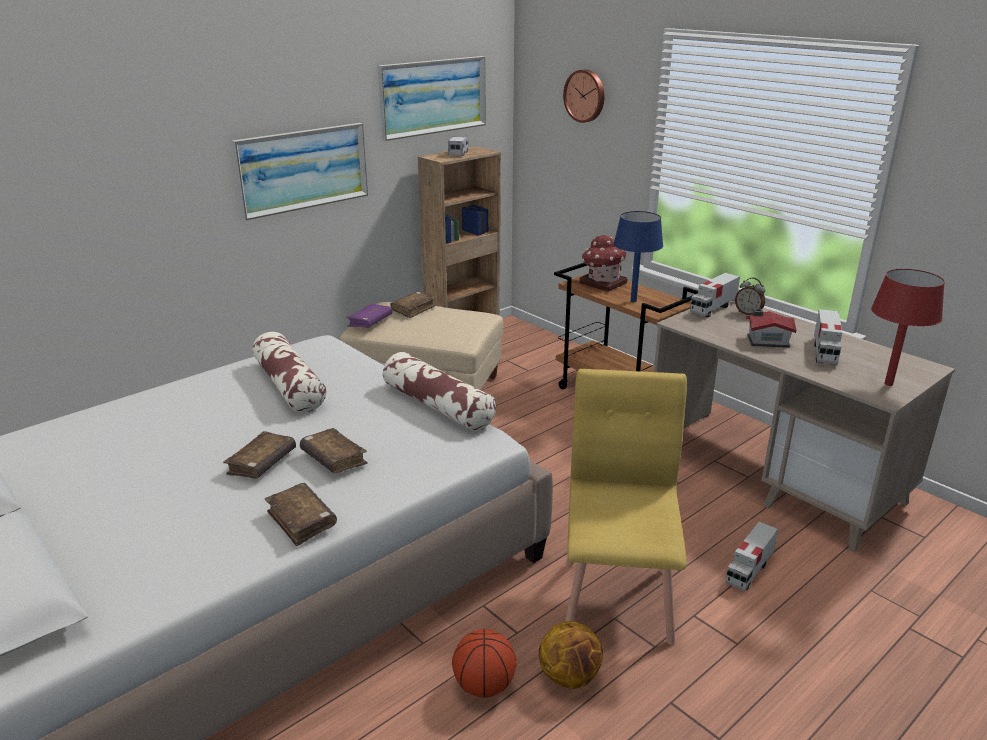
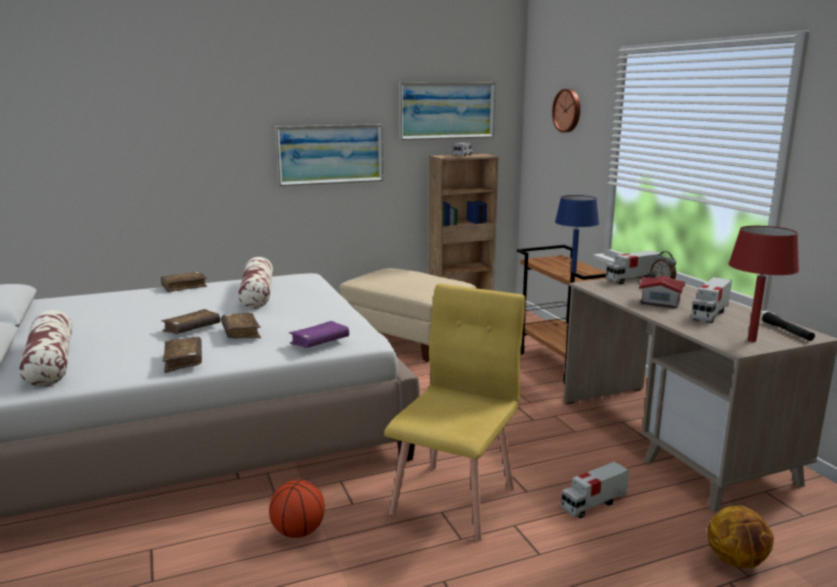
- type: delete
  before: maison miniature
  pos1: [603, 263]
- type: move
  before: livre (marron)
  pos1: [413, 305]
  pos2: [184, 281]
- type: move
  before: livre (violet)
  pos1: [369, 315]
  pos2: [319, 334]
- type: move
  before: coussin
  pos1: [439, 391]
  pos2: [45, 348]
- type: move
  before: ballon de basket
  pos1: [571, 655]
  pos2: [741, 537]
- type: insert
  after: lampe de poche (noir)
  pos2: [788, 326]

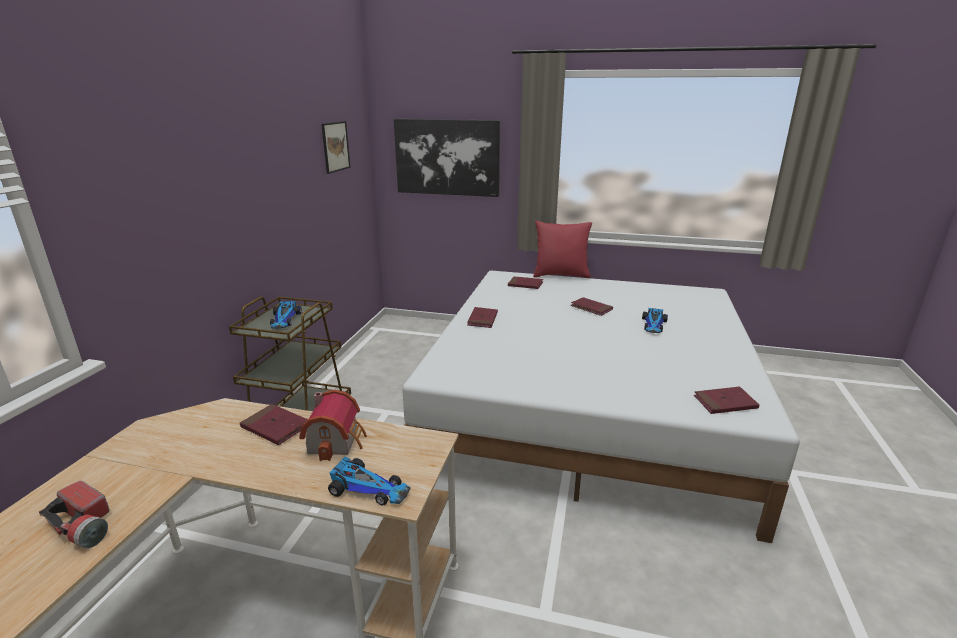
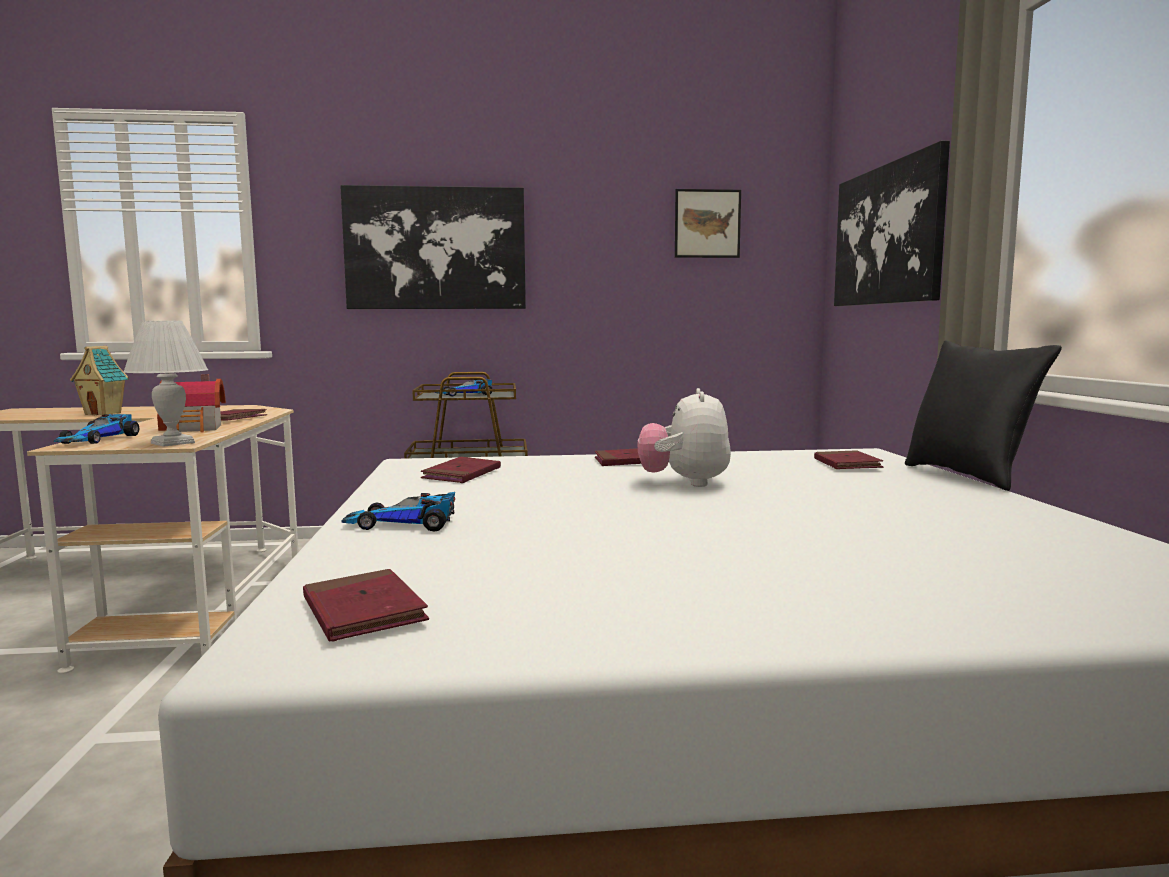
- type: recolor
  before: coussin (rouge)
  after: coussin (noir)
  pos1: [562, 249]
  pos2: [983, 415]
- type: move
  before: livre (rouge)
  pos1: [592, 306]
  pos2: [461, 470]
- type: move
  before: petite voiture
  pos1: [655, 320]
  pos2: [398, 512]
- type: replace
  before: lampe de poche
  after: maison miniature
  pos1: [74, 514]
  pos2: [99, 380]
- type: insert
  after: tableau
  pos2: [433, 247]
- type: insert
  after: lampe de table (blanc)
  pos2: [166, 384]
- type: insert
  after: peluche
  pos2: [684, 437]

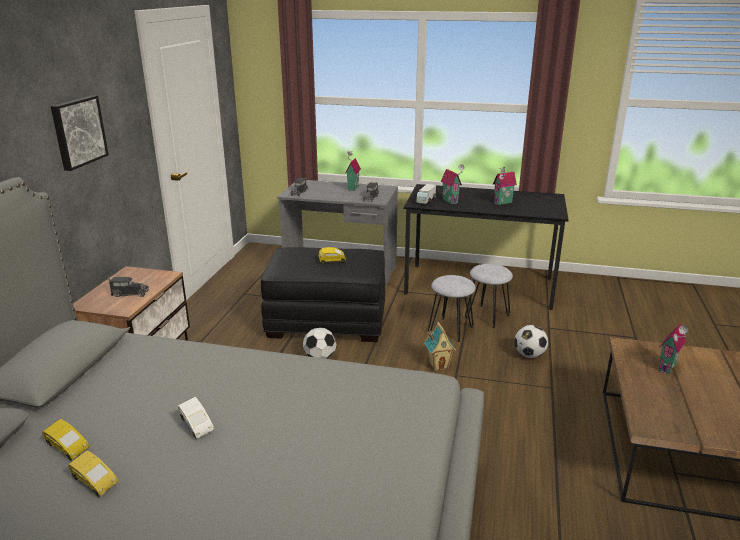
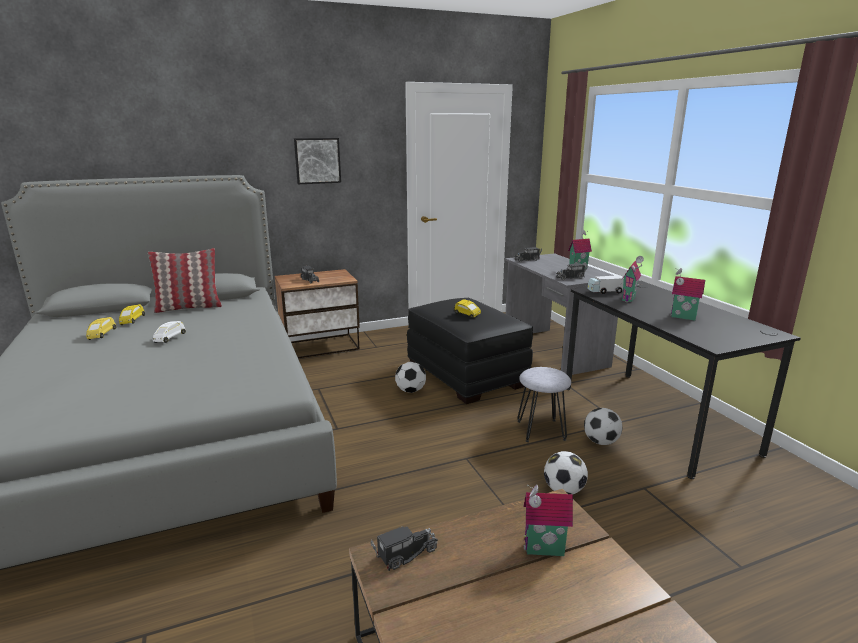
- type: replace
  before: tabouret (gris)
  after: ballon de foot
  pos1: [489, 296]
  pos2: [603, 426]
- type: delete
  before: maison miniature
  pos1: [440, 346]
- type: insert
  after: coussin
  pos2: [185, 280]
- type: insert
  after: camion jouet
  pos2: [404, 548]

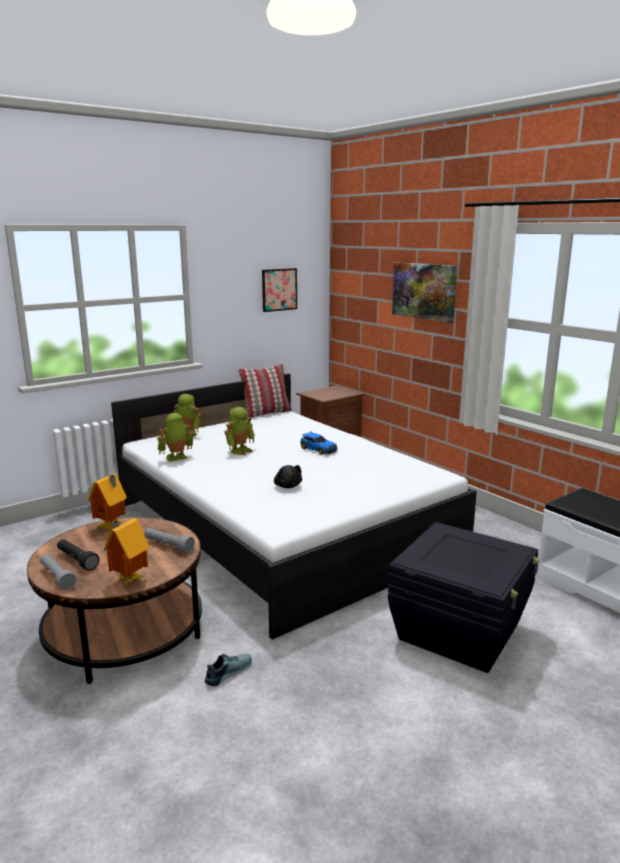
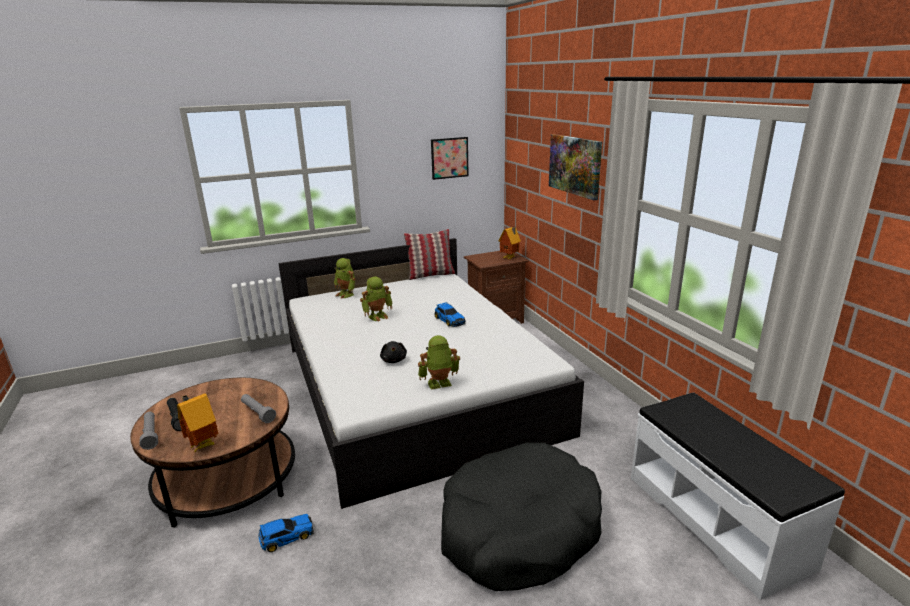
- type: move
  before: robot jouet
  pos1: [175, 437]
  pos2: [439, 362]
- type: move
  before: maison miniature
  pos1: [107, 502]
  pos2: [510, 242]
- type: replace
  before: boîte de rangement (noir)
  after: panier pour chien (noir)
  pos1: [463, 597]
  pos2: [521, 517]
- type: replace
  before: chaussure
  after: petite voiture
  pos1: [228, 669]
  pos2: [286, 533]

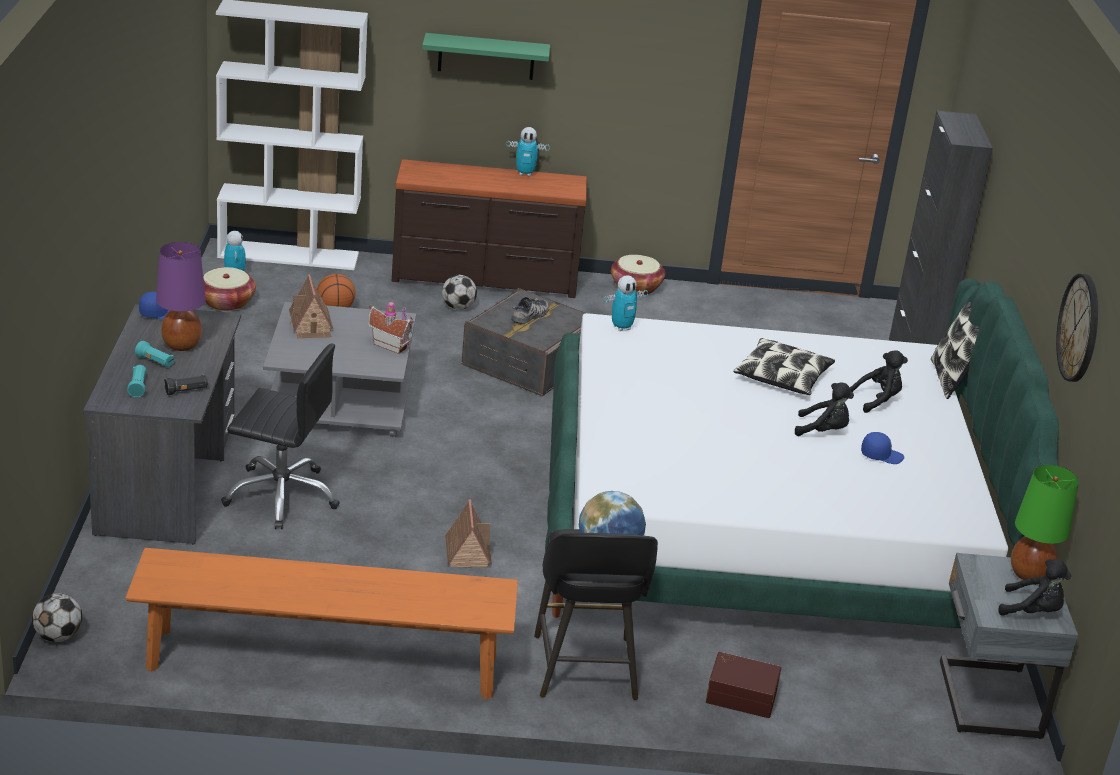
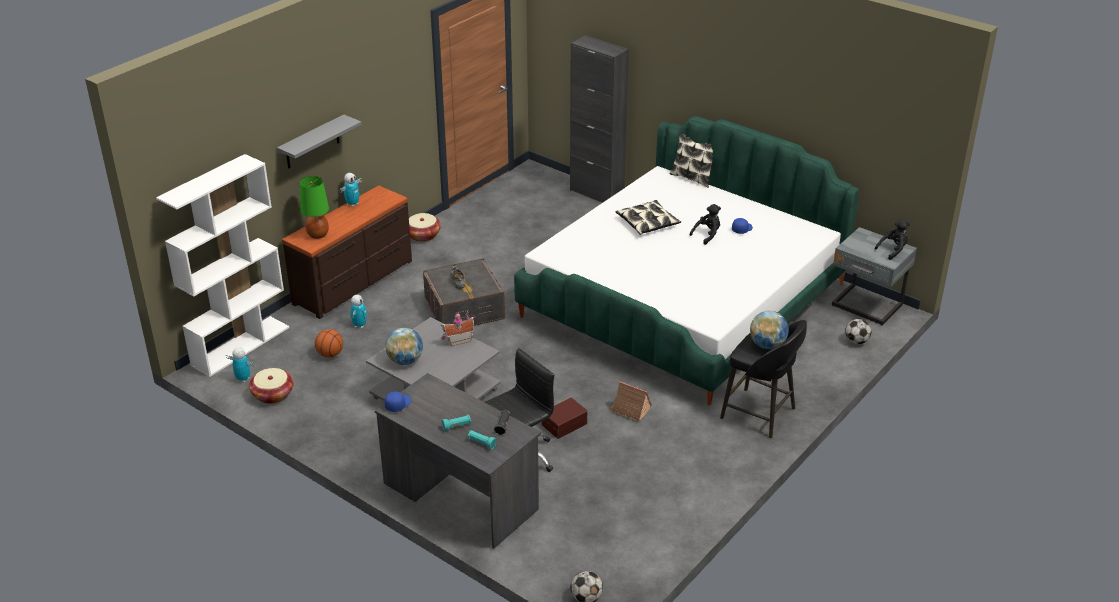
- type: recolor
  before: étagère (vert)
  after: étagère (gris)
  pos1: [486, 56]
  pos2: [319, 141]
- type: delete
  before: lampe de table (violet)
  pos1: [181, 296]
- type: replace
  before: maison miniature
  after: globe
  pos1: [311, 306]
  pos2: [404, 346]
- type: delete
  before: horloge murale
  pos1: [1077, 328]
- type: move
  before: ballon de foot
  pos1: [459, 292]
  pos2: [858, 331]
- type: move
  before: robot jouet
  pos1: [625, 303]
  pos2: [359, 311]
- type: delete
  before: peluche (noir)
  pos1: [879, 381]
- type: move
  before: lampe de table (vert)
  pos1: [1045, 522]
  pos2: [314, 207]
- type: delete
  before: banc (orange)
  pos1: [321, 624]
- type: move
  before: boîte de rangement (marron)
  pos1: [743, 685]
  pos2: [564, 418]

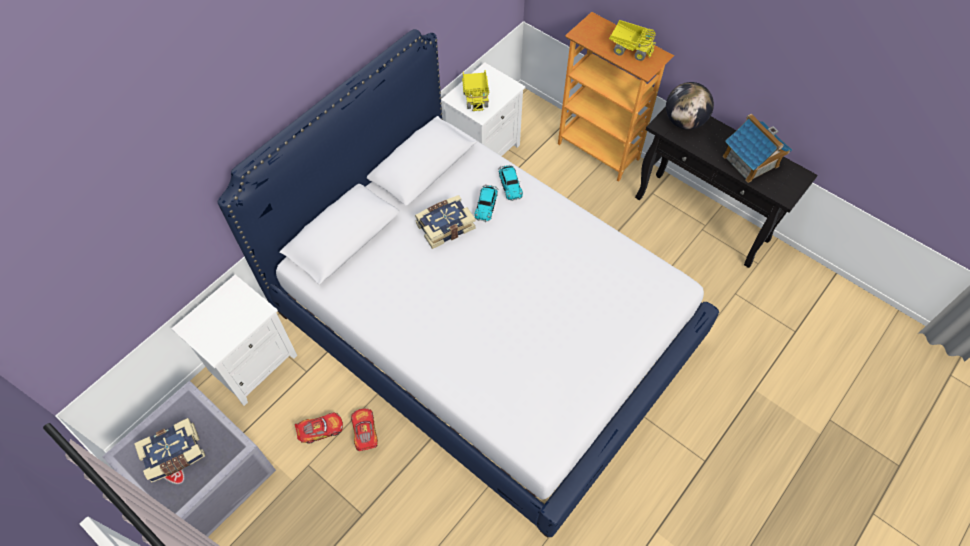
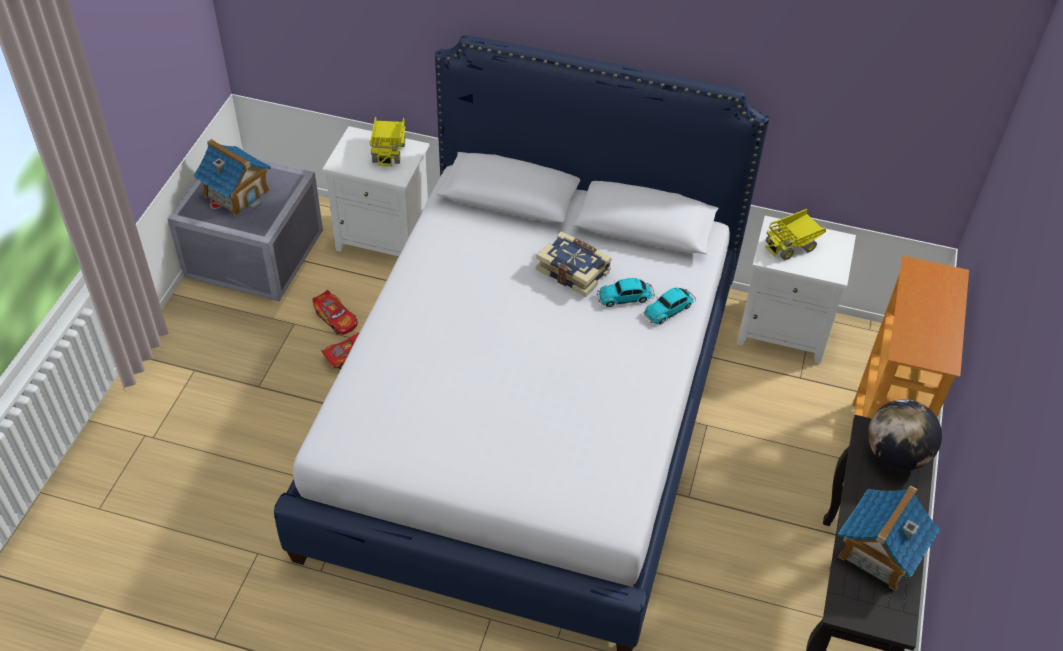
- type: move
  before: camion jouet
  pos1: [632, 40]
  pos2: [387, 141]
- type: replace
  before: livre
  after: maison miniature
  pos1: [170, 450]
  pos2: [232, 177]

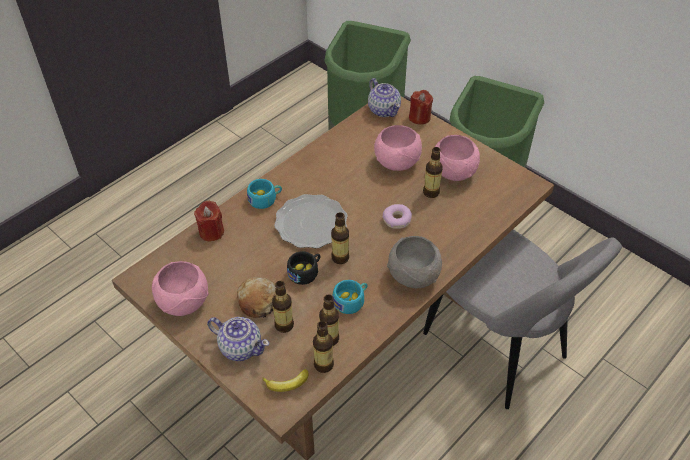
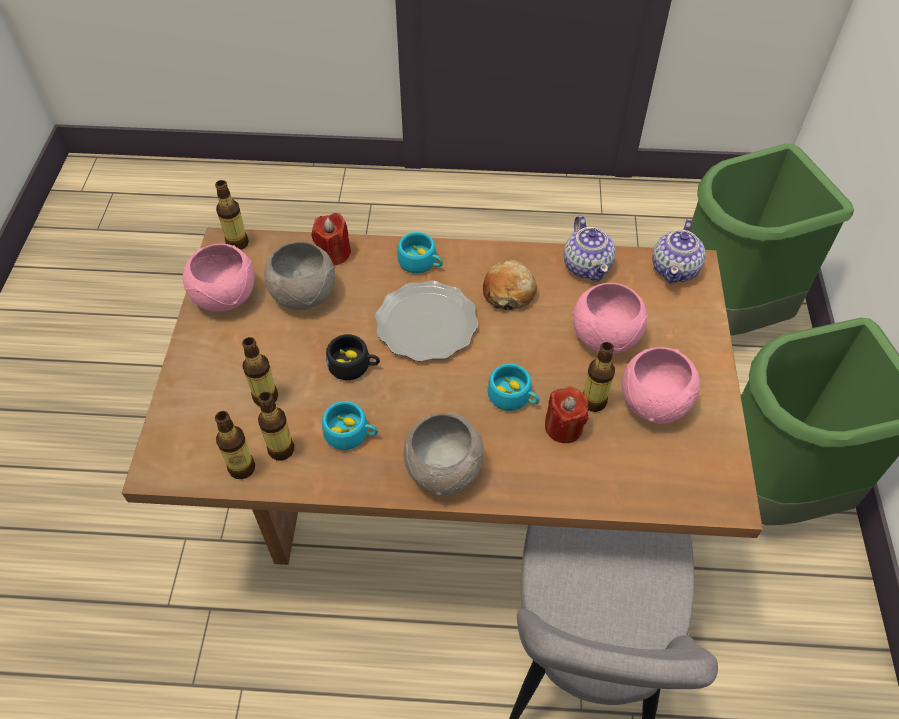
- type: move
  before: bougie (rouge)
  pos1: [421, 107]
  pos2: [567, 414]
- type: replace
  before: beignet
  after: tasse (turquoise)
  pos1: [397, 216]
  pos2: [513, 387]
- type: move
  before: bouteille
  pos1: [340, 238]
  pos2: [232, 215]
- type: move
  before: pain
  pos1: [256, 297]
  pos2: [510, 285]
- type: move
  before: théière
  pos1: [238, 339]
  pos2: [590, 248]
- type: delete
  before: banane
  pos1: [285, 380]
- type: insert
  after: bol (gris)
  pos2: [299, 275]

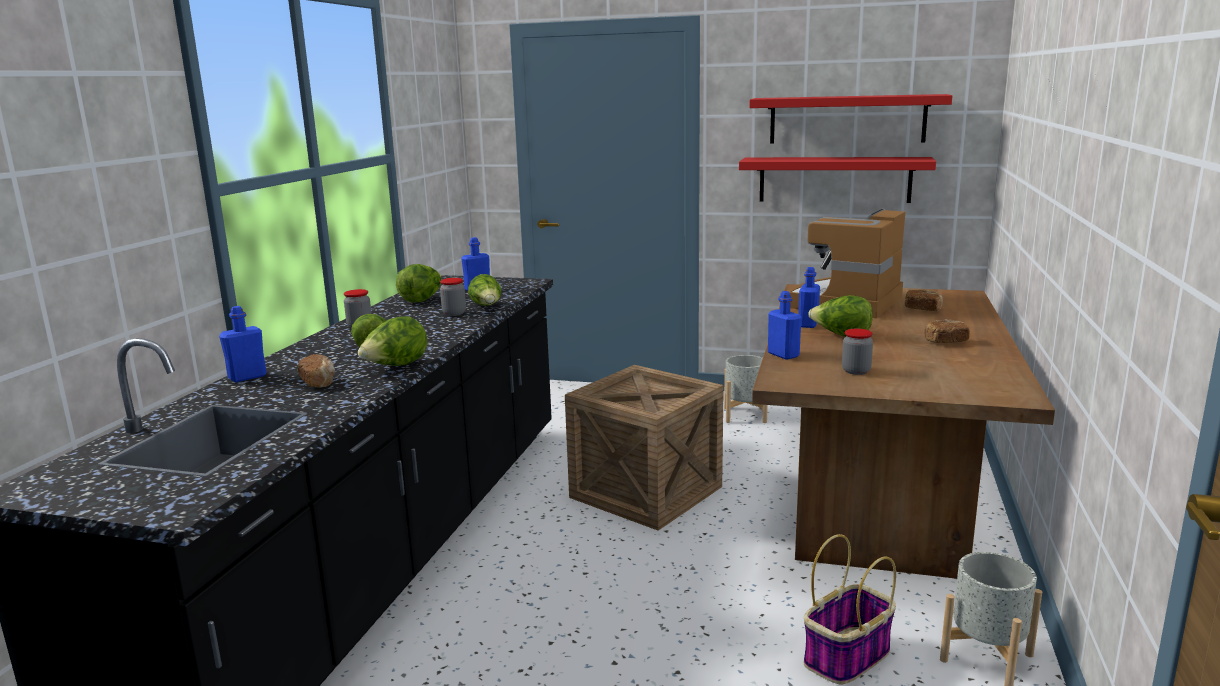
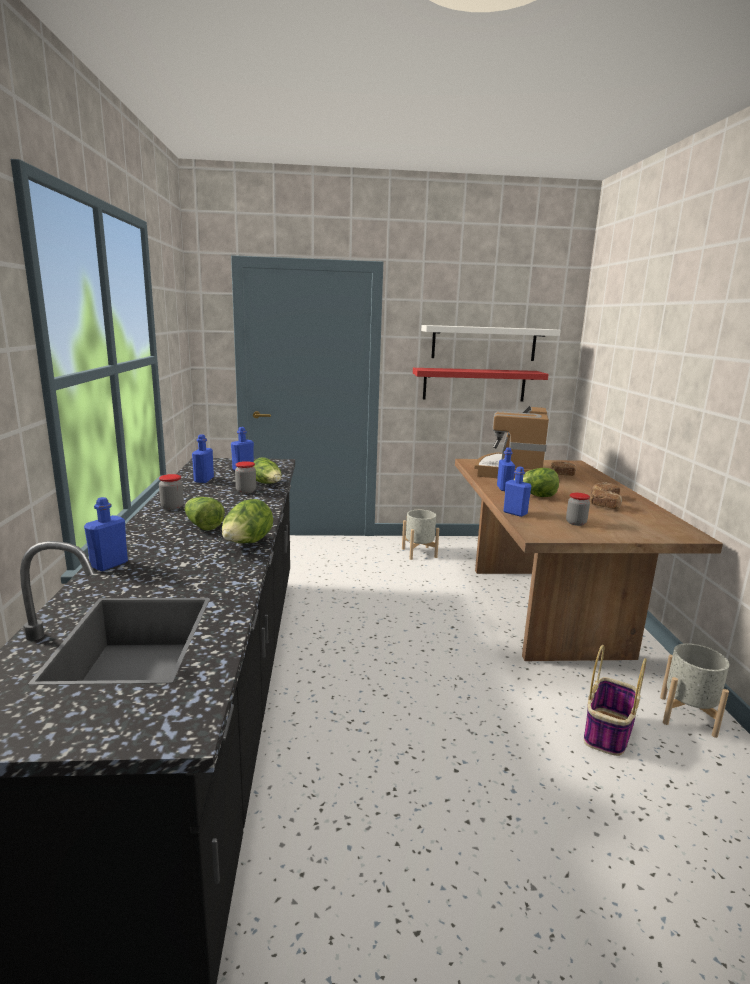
- type: recolor
  before: étagère (rouge)
  after: étagère (blanc)
  pos1: [850, 119]
  pos2: [490, 343]
- type: replace
  before: laitue
  after: bouteille (bleu)
  pos1: [419, 283]
  pos2: [203, 458]
- type: move
  before: pain
  pos1: [316, 370]
  pos2: [606, 499]
- type: delete
  before: caisse
  pos1: [644, 448]

